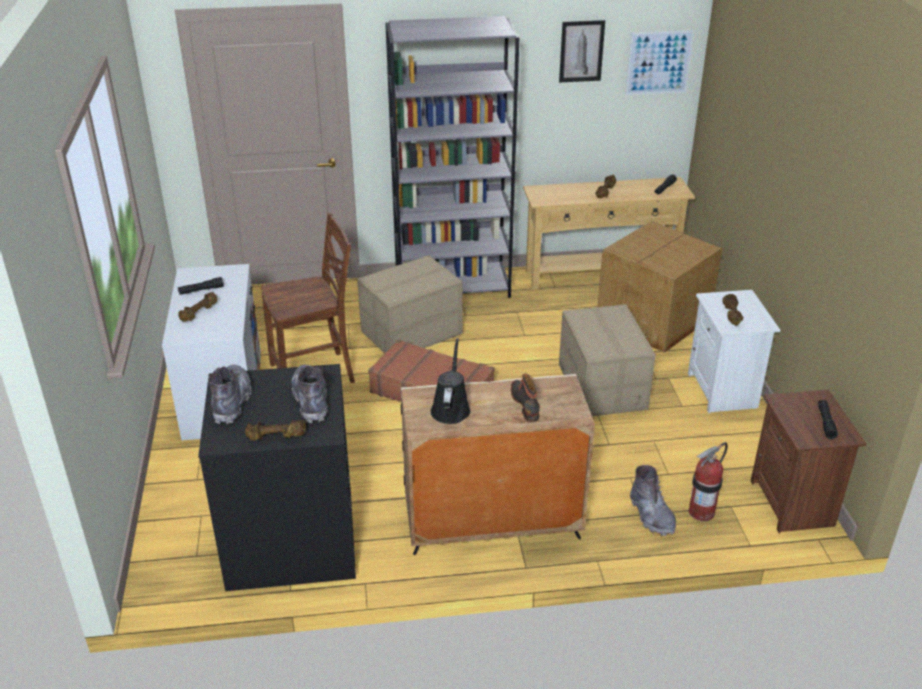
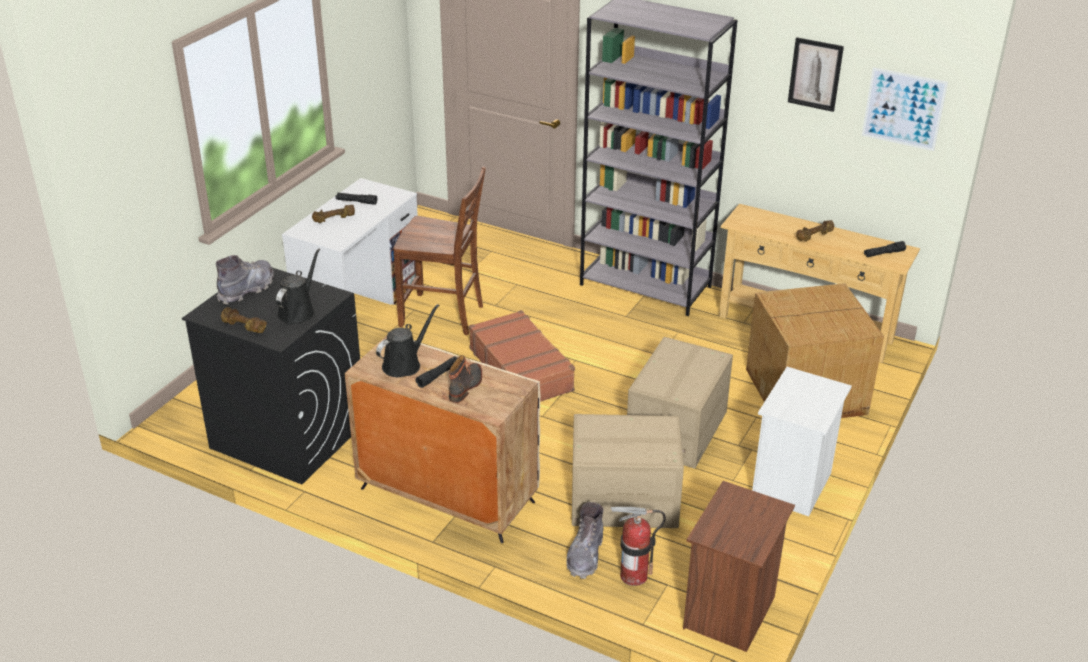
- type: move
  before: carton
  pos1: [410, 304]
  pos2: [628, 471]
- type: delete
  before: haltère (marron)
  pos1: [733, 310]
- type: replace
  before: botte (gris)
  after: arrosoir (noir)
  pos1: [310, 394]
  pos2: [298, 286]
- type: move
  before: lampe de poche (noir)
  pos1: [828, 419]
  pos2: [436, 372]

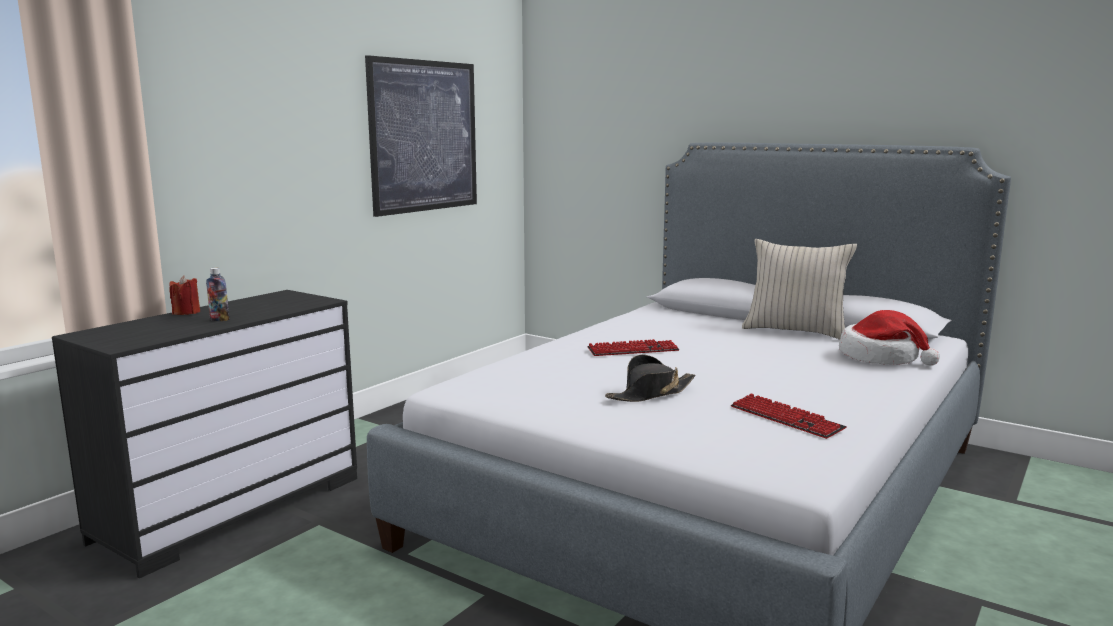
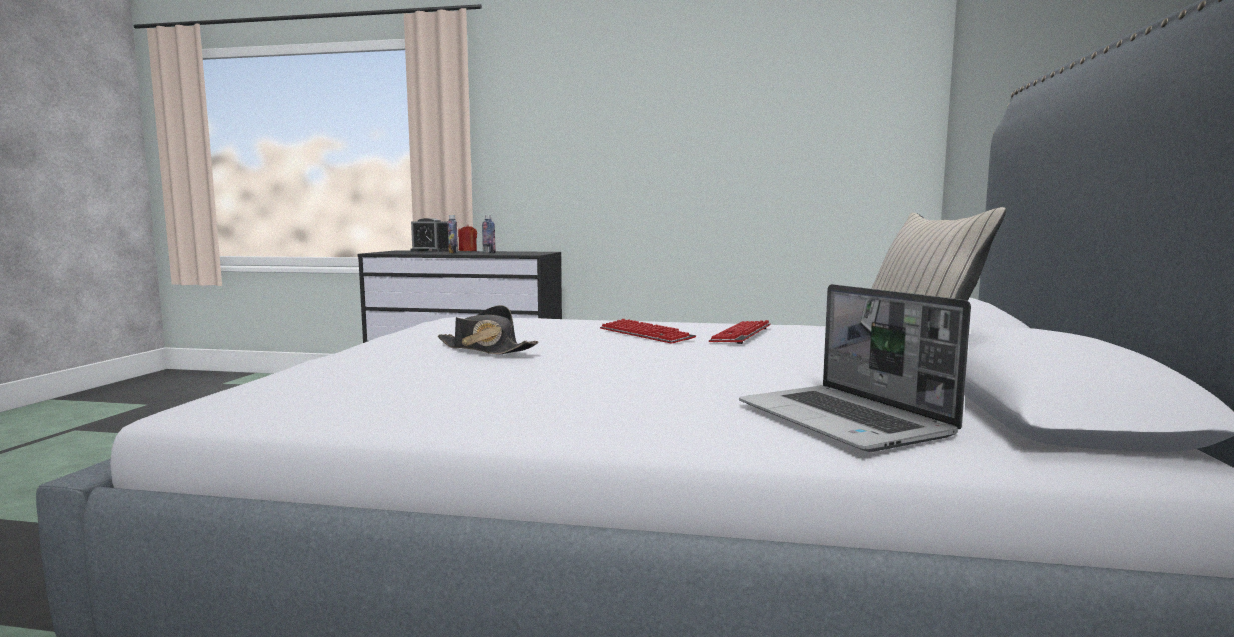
- type: delete
  before: tableau
  pos1: [421, 136]
- type: replace
  before: chapeau
  after: ordinateur portable
  pos1: [889, 338]
  pos2: [855, 368]
- type: move
  before: clavier
  pos1: [788, 416]
  pos2: [740, 332]
- type: insert
  after: bouteille
  pos2: [489, 234]
- type: insert
  after: réveil
  pos2: [429, 235]

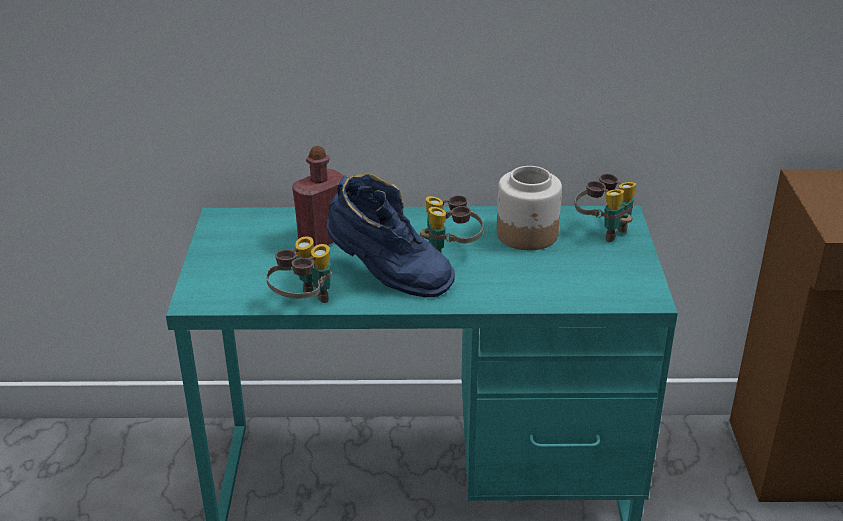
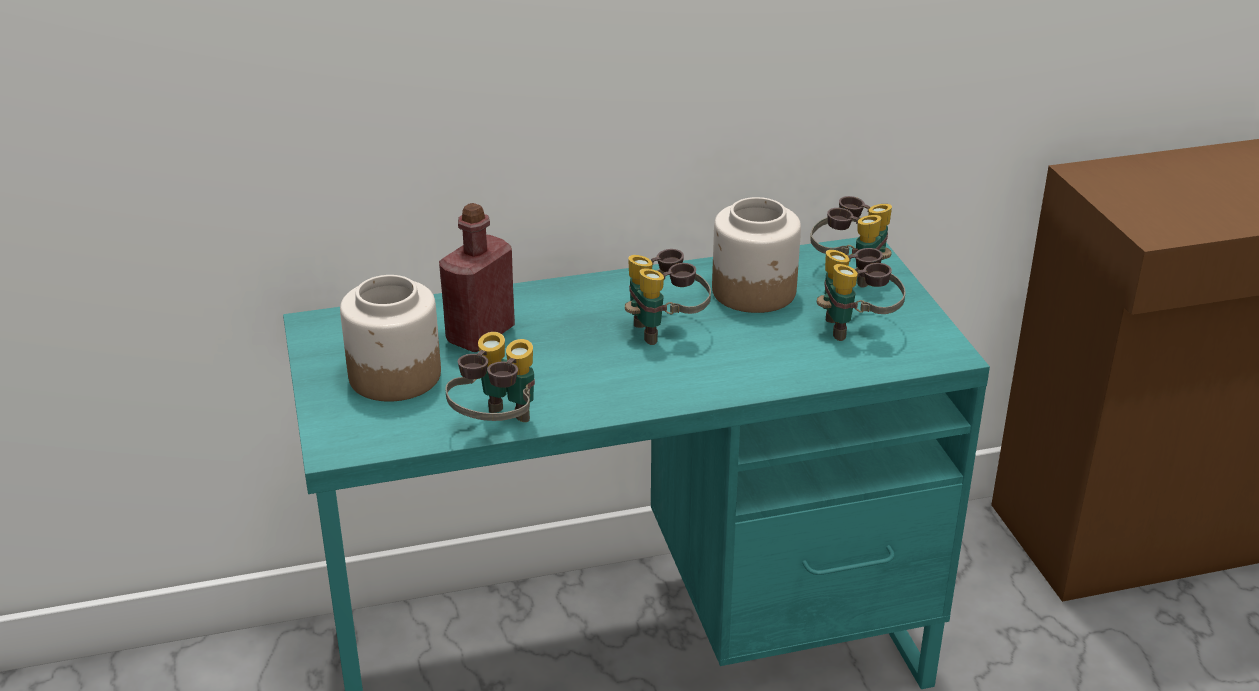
- type: delete
  before: botte (bleu)
  pos1: [391, 235]
- type: insert
  after: jumelles
  pos2: [861, 294]
- type: insert
  after: bocal
  pos2: [390, 338]

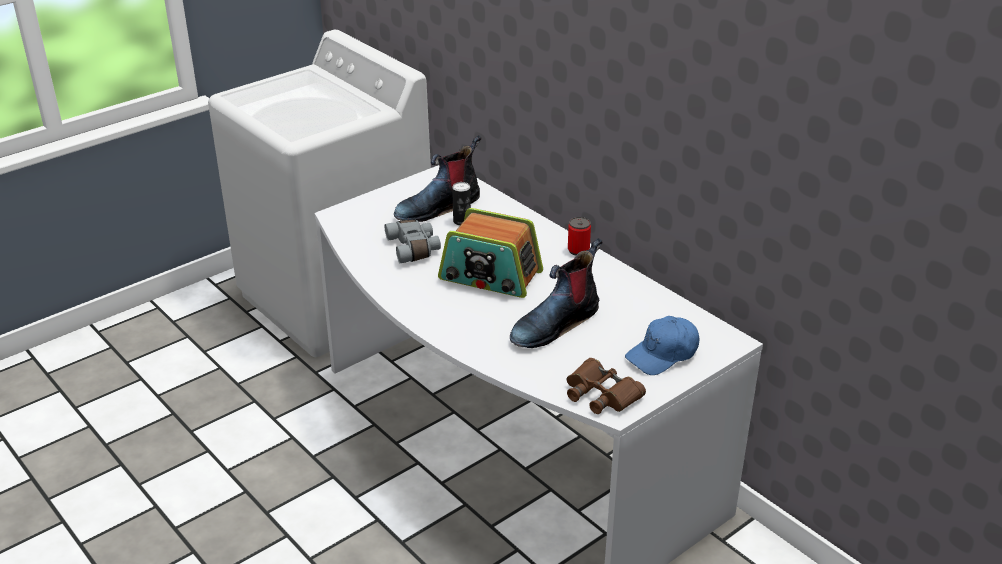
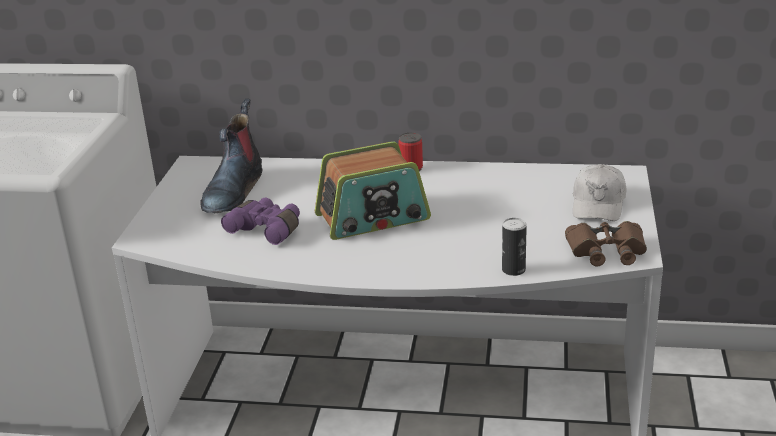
- type: move
  before: boîte métallique
  pos1: [461, 203]
  pos2: [514, 247]
- type: recolor
  before: jumelles (gris)
  after: jumelles (violet)
  pos1: [413, 241]
  pos2: [260, 221]
- type: delete
  before: botte
  pos1: [556, 293]
- type: recolor
  before: casquette (bleu)
  after: casquette (blanc)
  pos1: [662, 345]
  pos2: [600, 192]

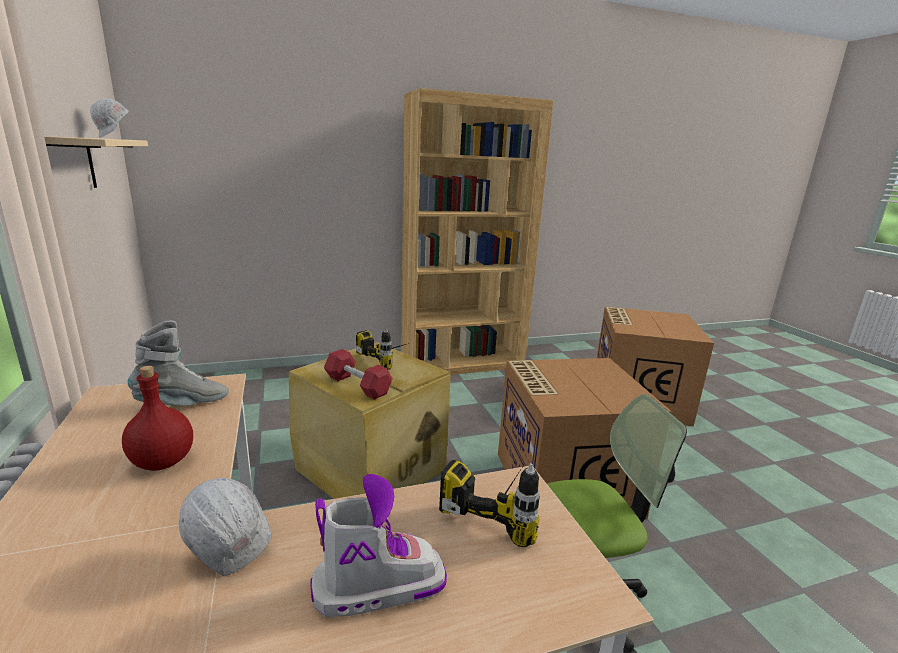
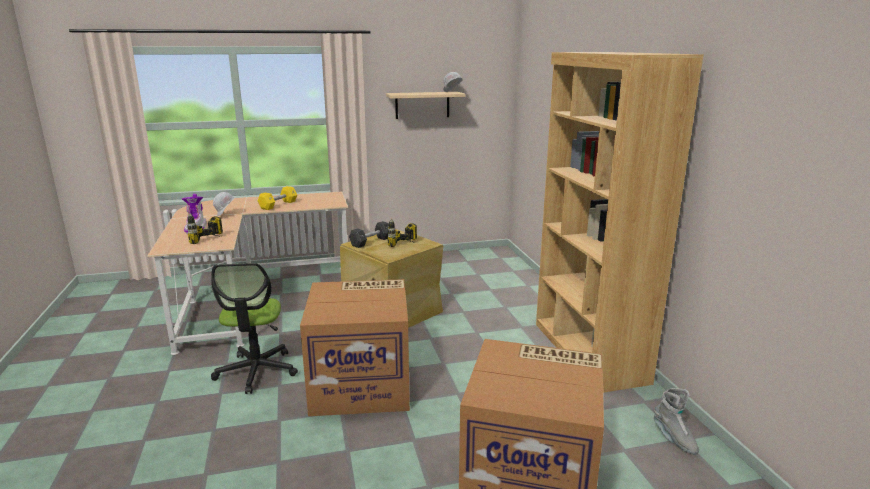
- type: move
  before: botte (gris)
  pos1: [178, 363]
  pos2: [676, 421]
- type: recolor
  before: haltère (rouge)
  after: haltère (noir)
  pos1: [358, 374]
  pos2: [369, 234]
- type: replace
  before: bouteille (rouge)
  after: haltère (jaune)
  pos1: [157, 418]
  pos2: [277, 198]

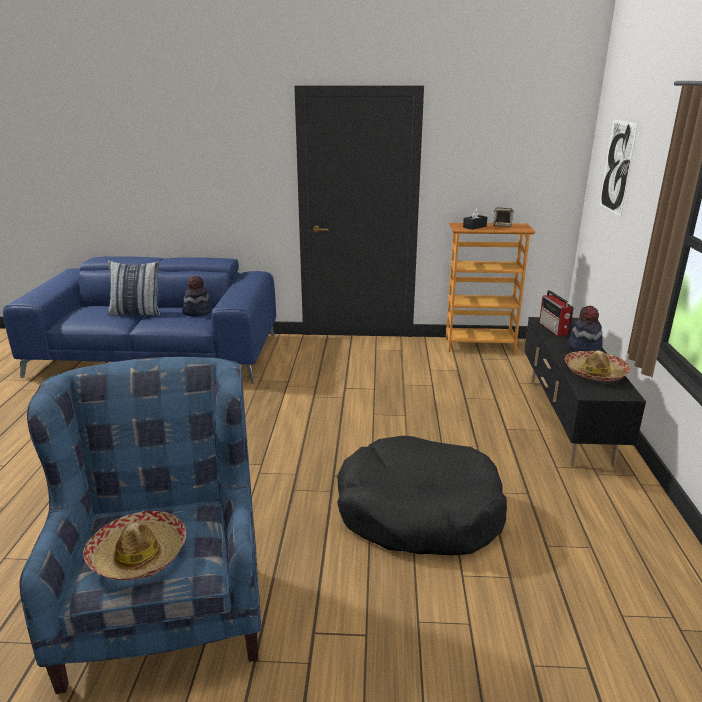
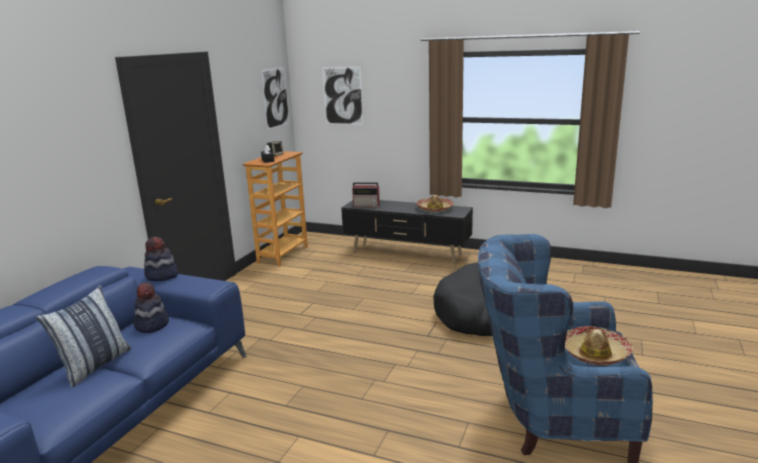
- type: move
  before: chapeau
  pos1: [585, 329]
  pos2: [161, 259]
- type: insert
  after: tableau
  pos2: [275, 98]

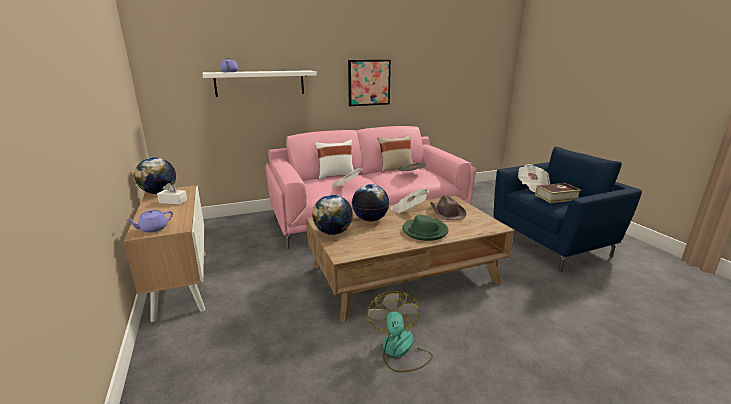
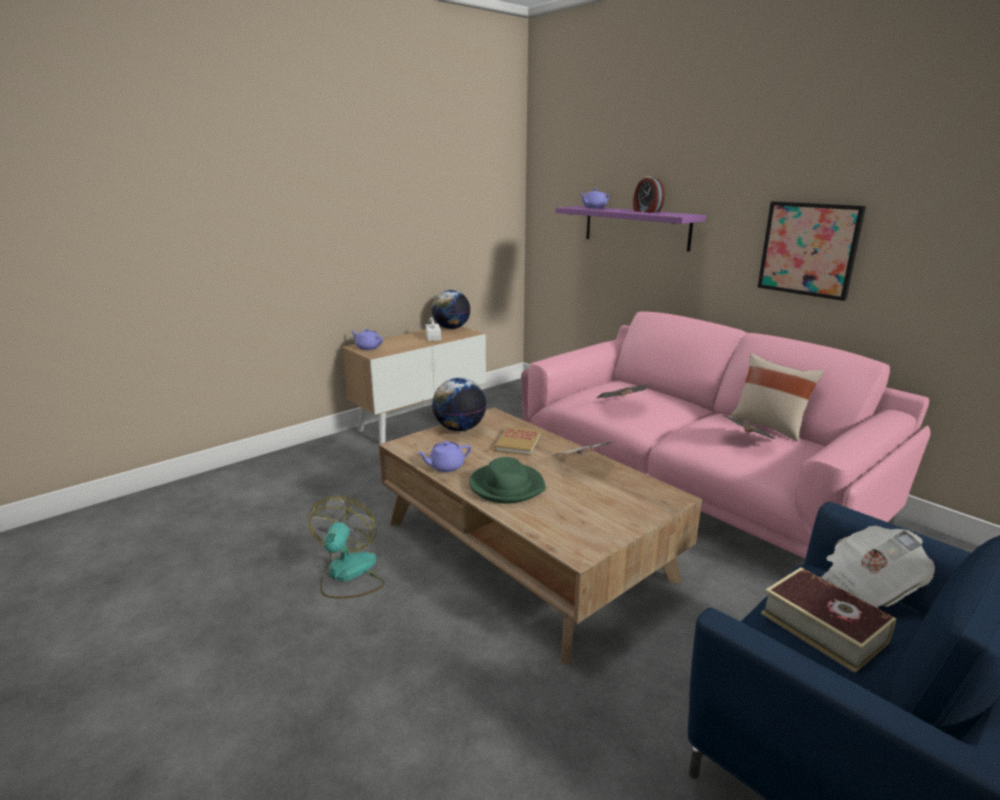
- type: recolor
  before: étagère (blanc)
  after: étagère (violet)
  pos1: [260, 83]
  pos2: [630, 229]
- type: delete
  before: coussin (blanc)
  pos1: [334, 159]
- type: replace
  before: globe
  after: livre
  pos1: [370, 203]
  pos2: [517, 441]
- type: delete
  before: chapeau (marron)
  pos1: [448, 207]
- type: rotate
  before: ventilateur
  pos1: [399, 331]
  pos2: [346, 547]
  turn: -60
- type: insert
  after: réveil
  pos2: [649, 194]
- type: insert
  after: théière (violet)
  pos2: [444, 456]

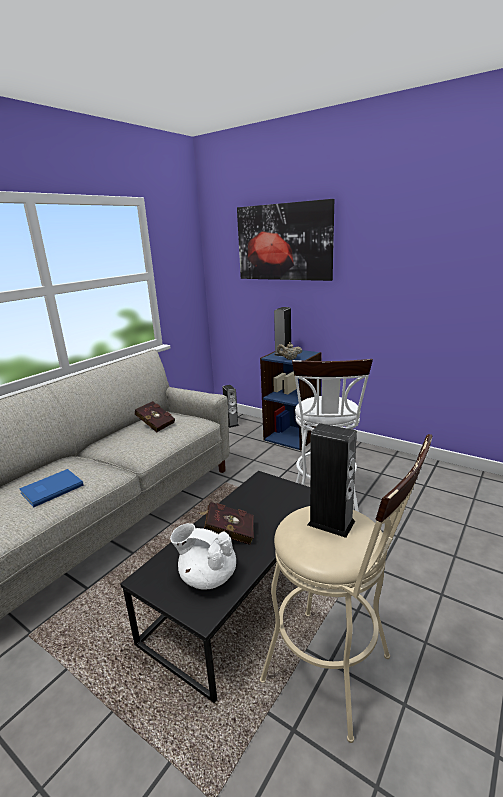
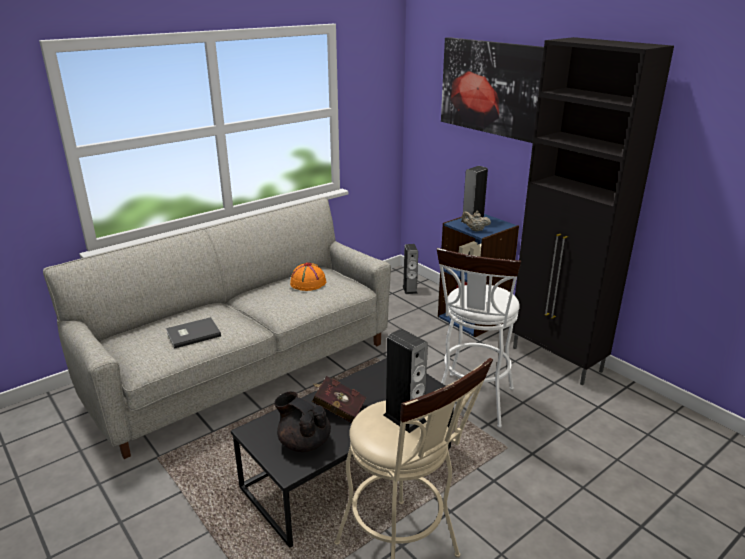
- type: replace
  before: livre (rouge)
  after: chapeau (orange)
  pos1: [155, 416]
  pos2: [308, 276]
- type: recolor
  before: livre (bleu)
  after: livre (gris)
  pos1: [51, 488]
  pos2: [193, 333]
- type: recolor
  before: théière (blanc)
  after: théière (noir)
  pos1: [203, 556]
  pos2: [302, 421]
- type: insert
  after: meuble de rangement (noir)
  pos2: [593, 211]

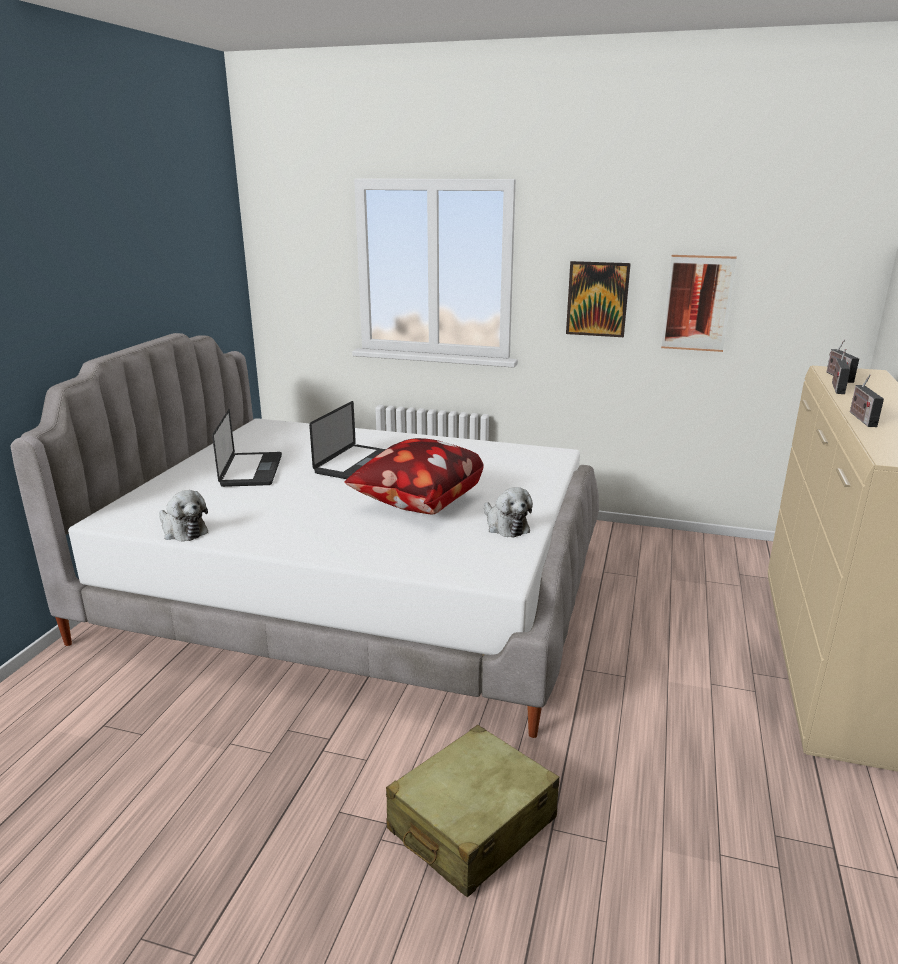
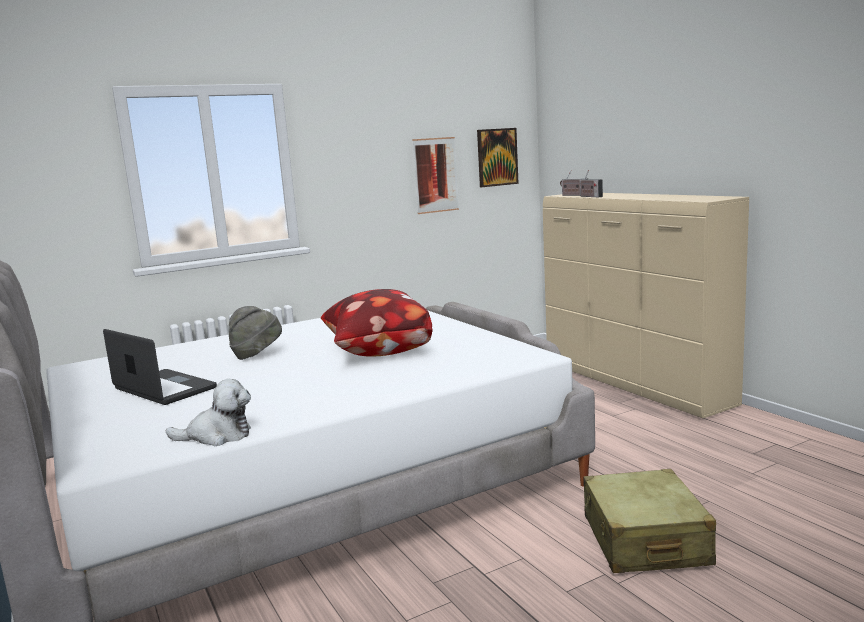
- type: move
  before: tableau
  pos1: [598, 299]
  pos2: [498, 157]
- type: delete
  before: radio
  pos1: [867, 400]
- type: replace
  before: ordinateur portable
  after: chapeau (gris)
  pos1: [347, 440]
  pos2: [255, 333]
- type: delete
  before: peluche
  pos1: [508, 512]

